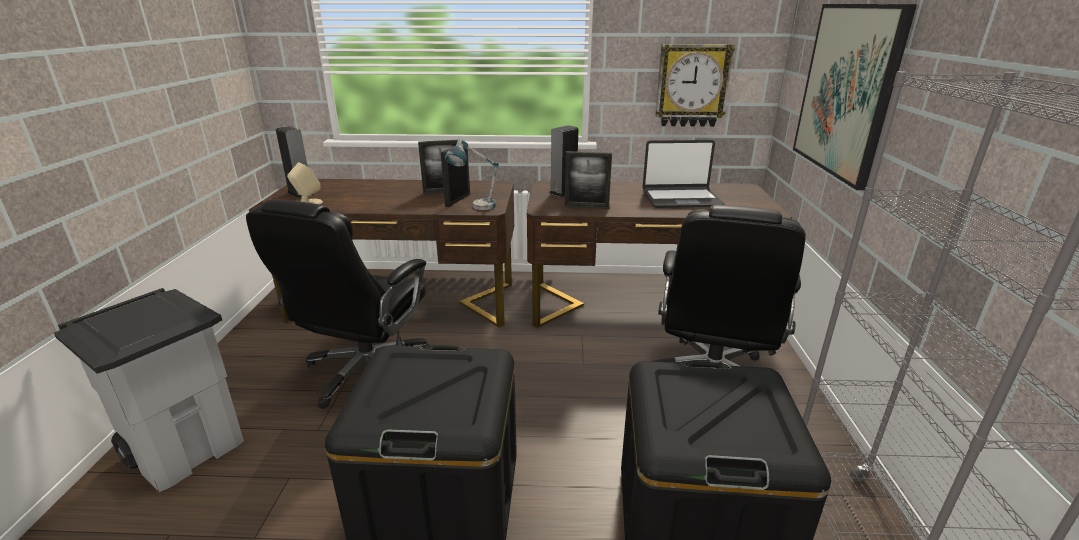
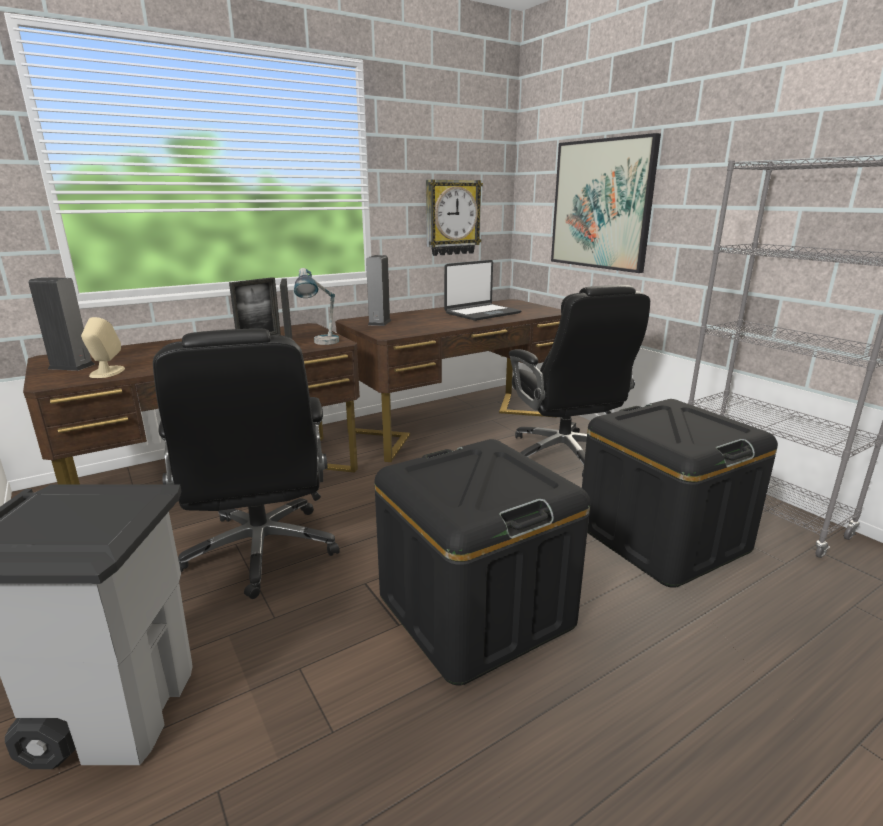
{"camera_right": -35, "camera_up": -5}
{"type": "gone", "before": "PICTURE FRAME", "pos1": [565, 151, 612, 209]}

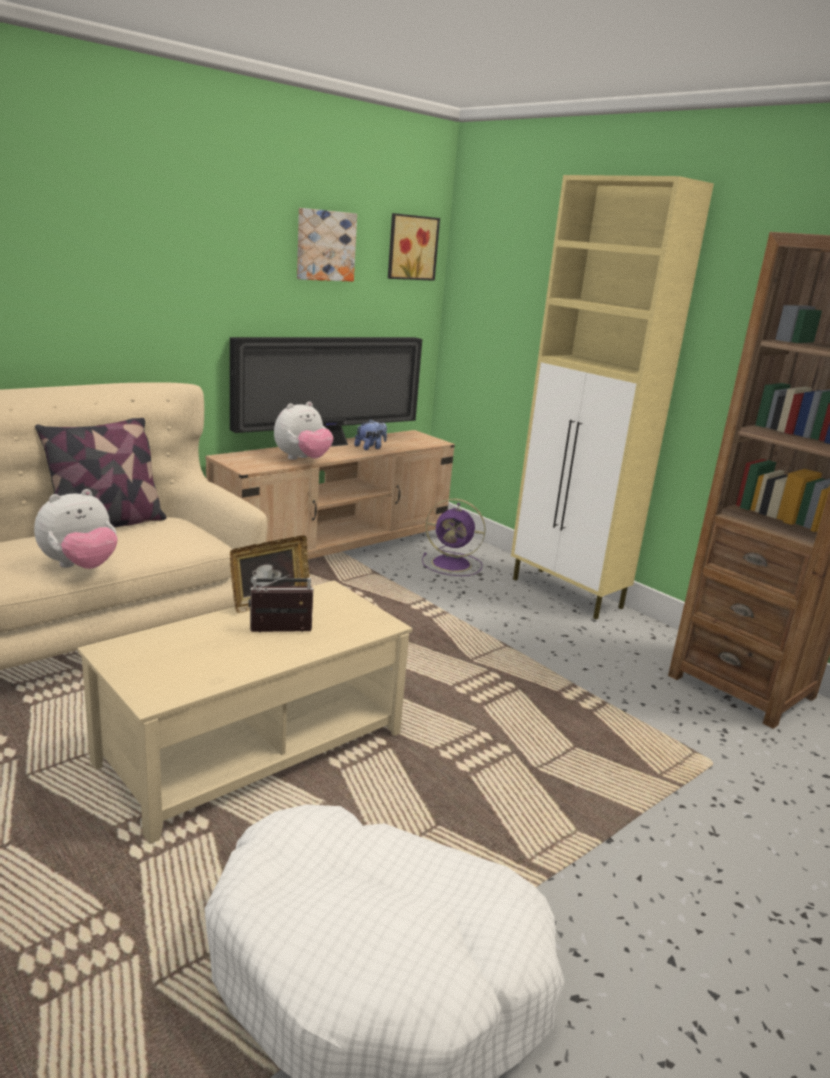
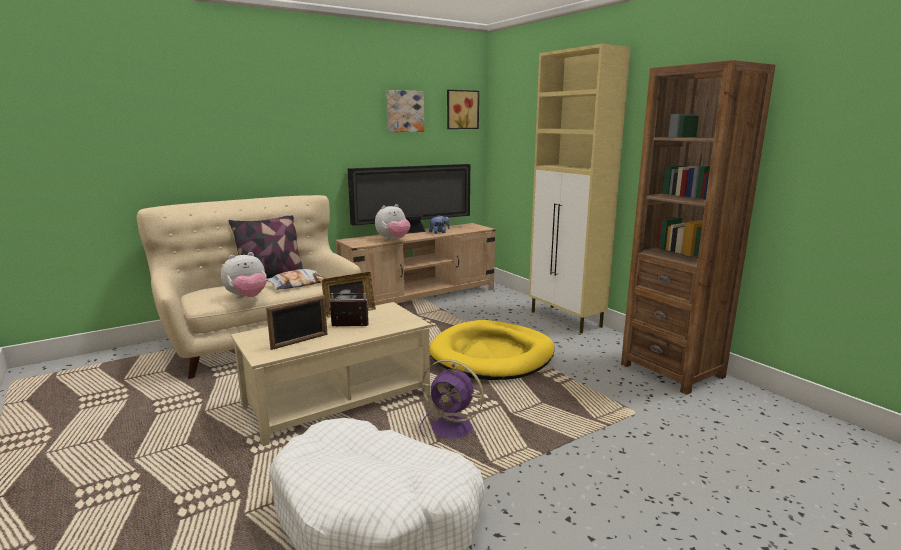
{"camera_right": 10, "camera_up": -5}
{"type": "new", "after": "PICTURE FRAME", "pos2": [266, 295, 327, 350]}
{"type": "new", "after": "PILLOW", "pos2": [267, 269, 325, 290]}
{"type": "new", "after": "YELLOW DOG BED", "pos2": [429, 320, 555, 380]}
{"type": "shifted", "before": "PURPLE FAN", "pos1": [422, 499, 486, 576], "pos2": [420, 359, 484, 439]}

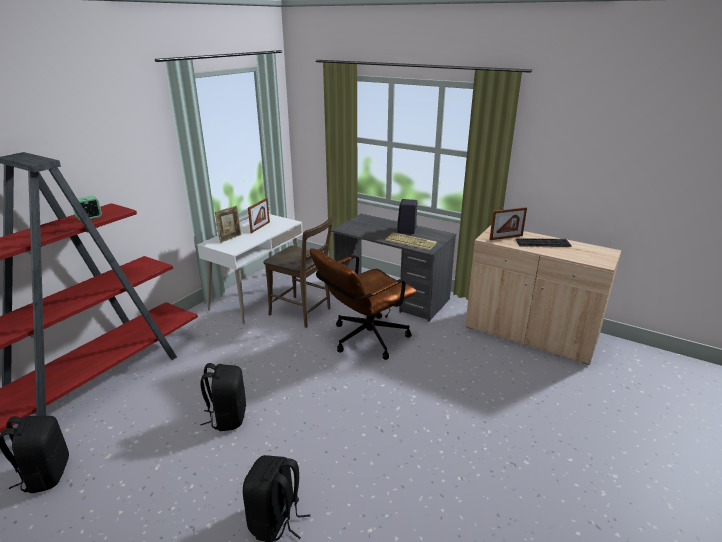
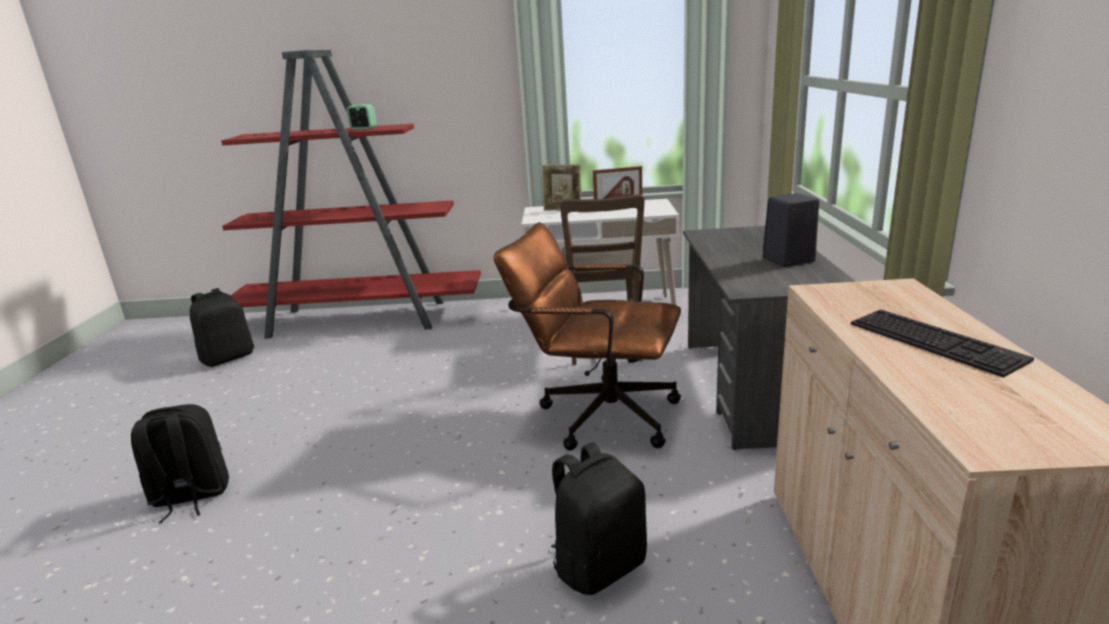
{"camera_right": 60, "camera_up": -5}
{"type": "gone", "before": "KEYBOARD", "pos1": [386, 232, 437, 250]}
{"type": "gone", "before": "PICTURE FRAME", "pos1": [489, 207, 527, 240]}
{"type": "shifted", "before": "BLACK BACKPACK", "pos1": [200, 363, 246, 431], "pos2": [551, 442, 647, 595]}

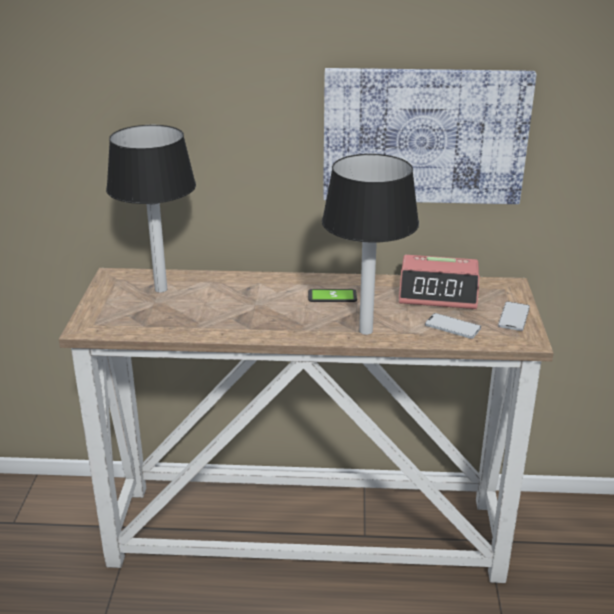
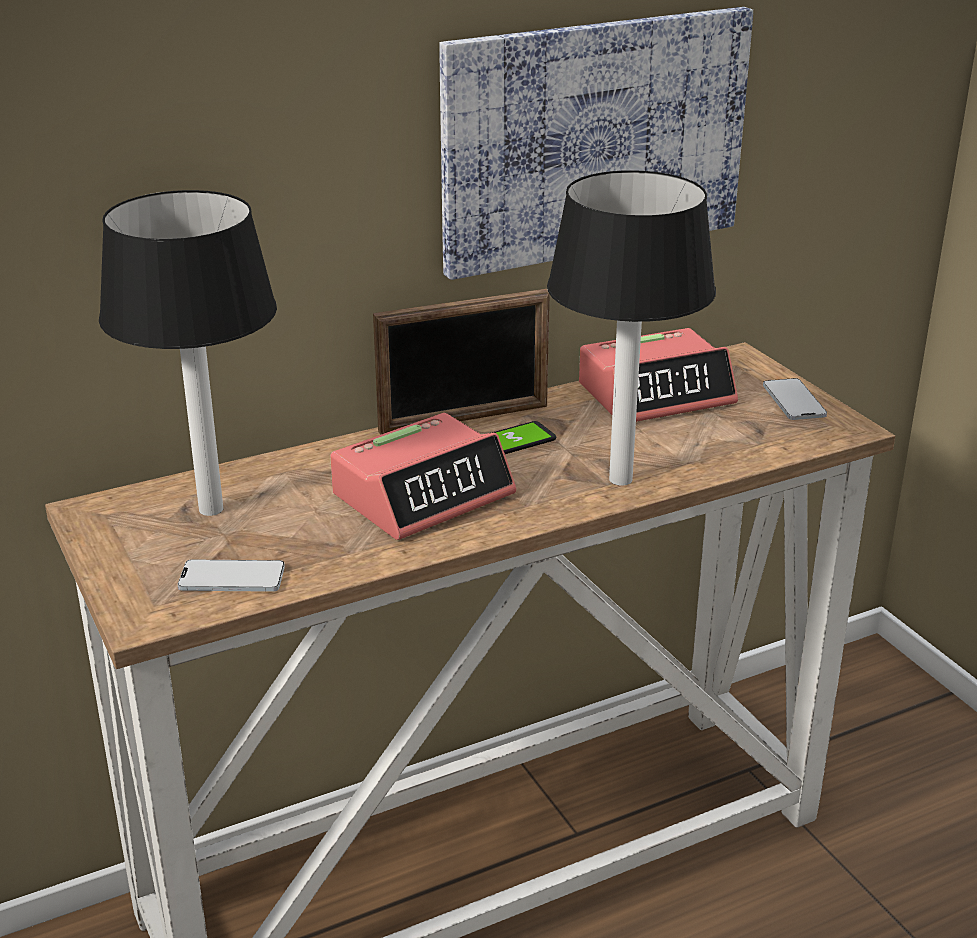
{"camera_right": -30, "camera_up": 0}
{"type": "new", "after": "ALARM CLOCK", "pos2": [330, 413, 516, 540]}
{"type": "new", "after": "PICTURE FRAME", "pos2": [373, 289, 550, 435]}
{"type": "shifted", "before": "PHONE", "pos1": [425, 313, 481, 339], "pos2": [178, 560, 285, 592]}

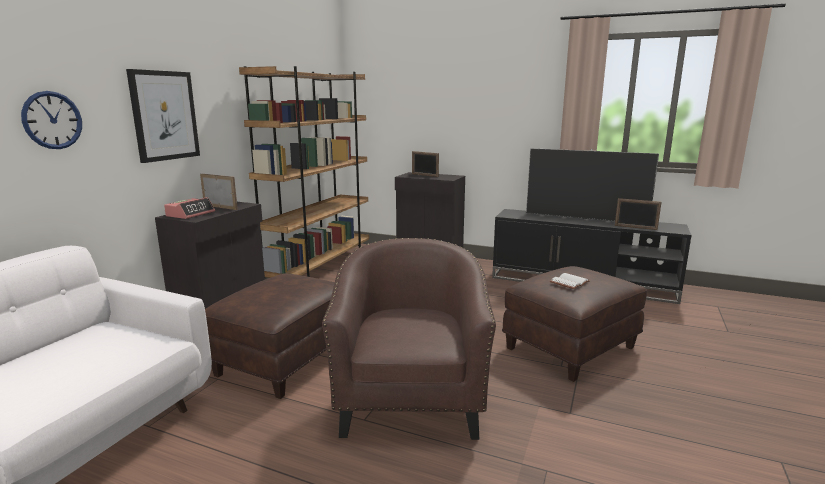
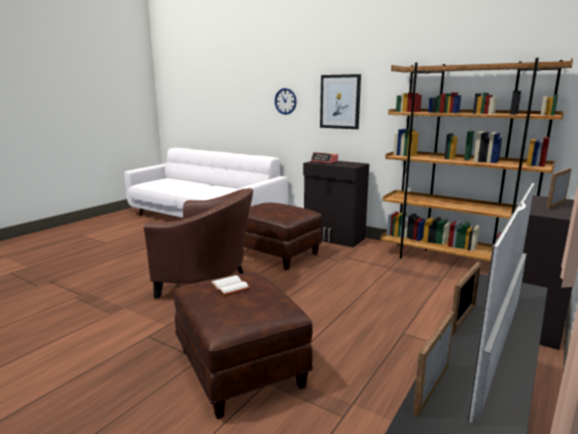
{"camera_right": 100, "camera_up": 0}
{"type": "shifted", "before": "PICTURE FRAME", "pos1": [200, 174, 238, 210], "pos2": [452, 262, 481, 335]}

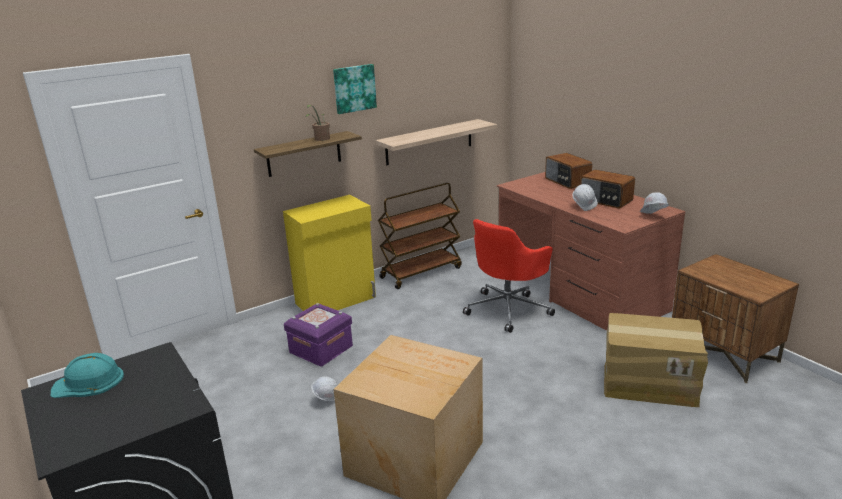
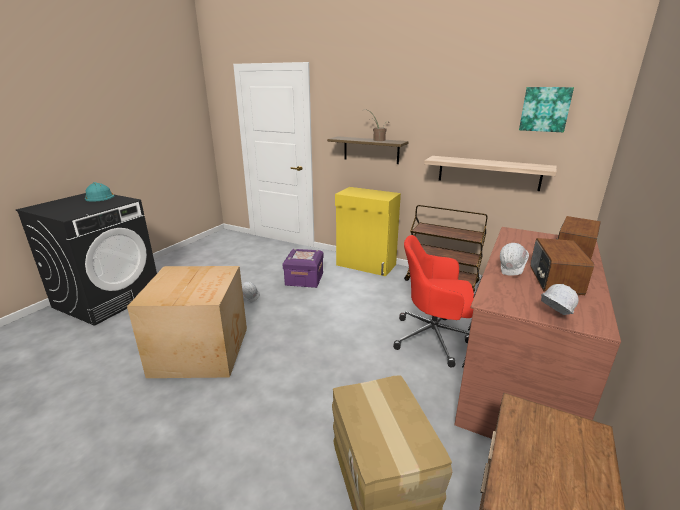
{"camera_right": 60, "camera_up": 0}
{"type": "shifted", "before": "PICTURE", "pos1": [333, 64, 377, 114], "pos2": [519, 87, 574, 132]}

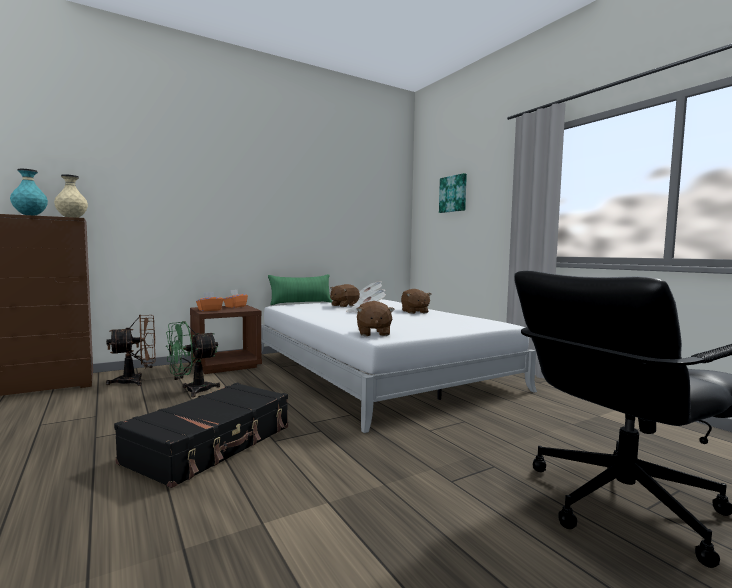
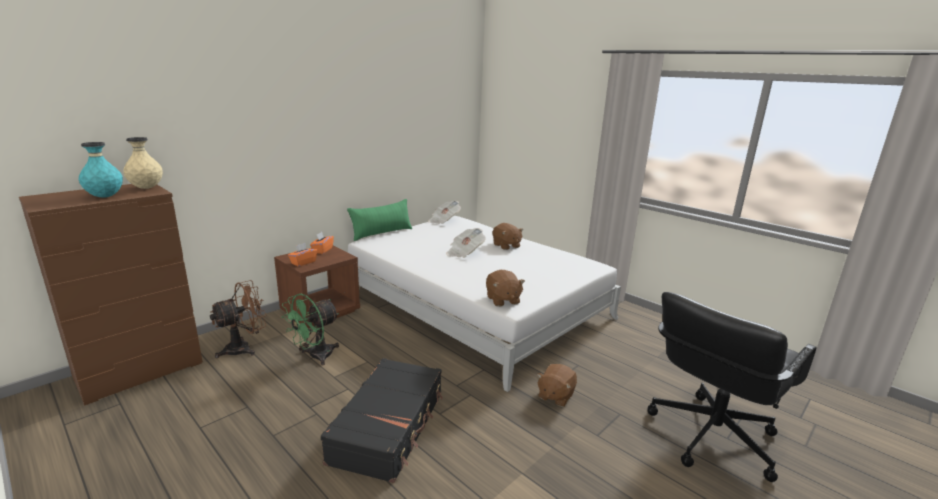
{"camera_right": -15, "camera_up": 15}
{"type": "gone", "before": "PICTURE", "pos1": [439, 173, 467, 213]}
{"type": "shifted", "before": "BROWN PLUSH TOY", "pos1": [330, 284, 360, 307], "pos2": [537, 364, 577, 407]}

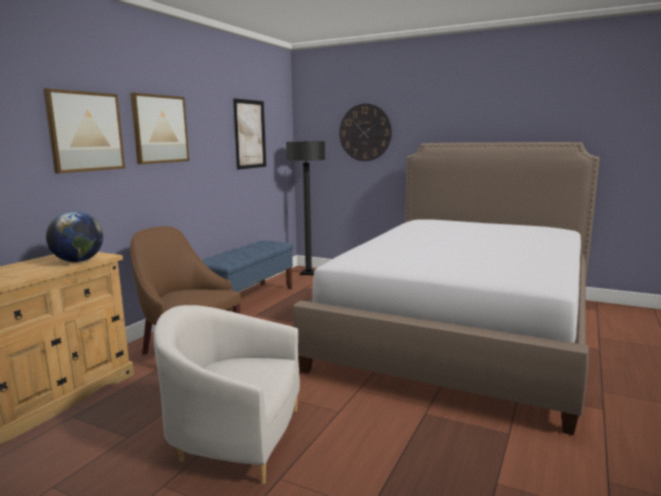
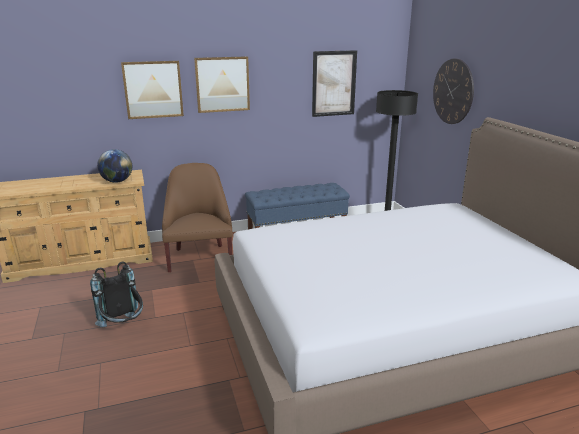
{"camera_right": 45, "camera_up": 10}
{"type": "swapped", "before": "WHITE ARMCHAIR", "after": "BLACK BACKPACK", "pos1": [153, 305, 300, 484], "pos2": [90, 262, 143, 327]}

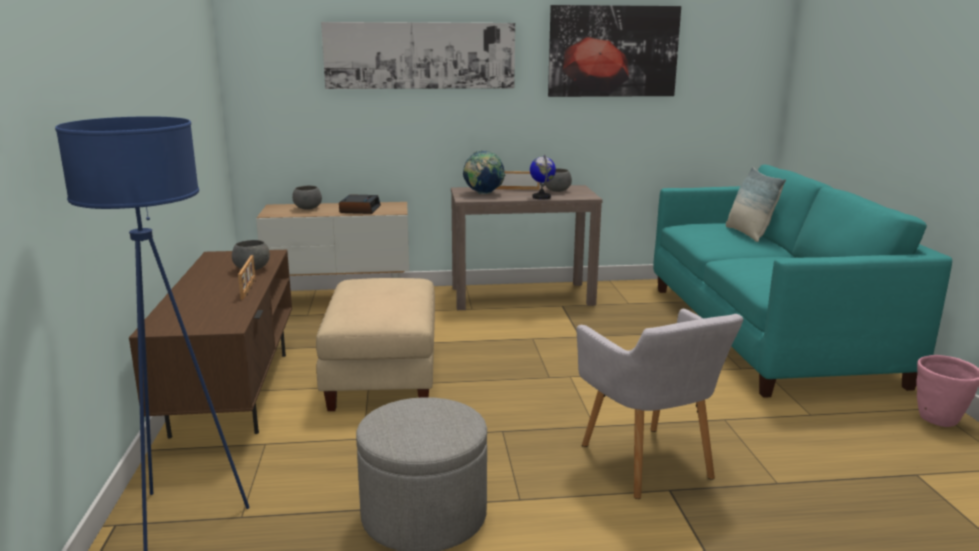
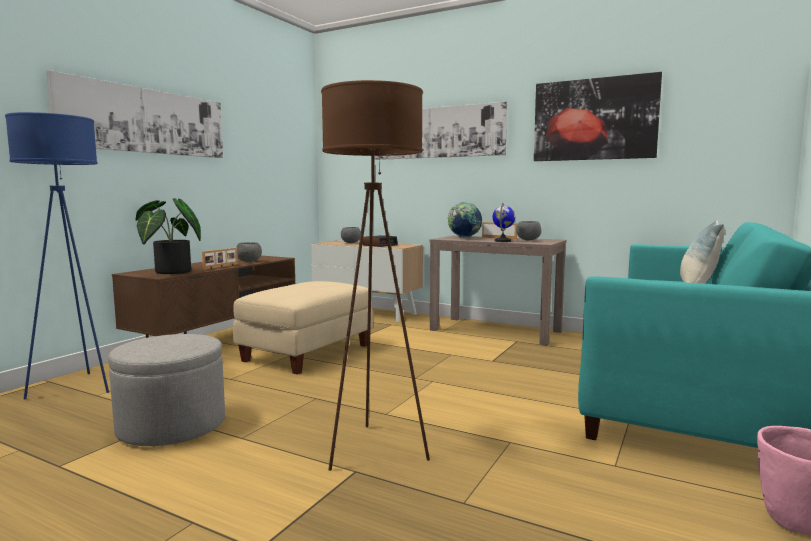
{"camera_right": 35, "camera_up": -10}
{"type": "new", "after": "PICTURE", "pos2": [46, 70, 223, 158]}
{"type": "new", "after": "POTTED PLANT", "pos2": [135, 198, 201, 274]}
{"type": "swapped", "before": "GREY ARMCHAIR", "after": "BROWN FLOOR LAMP", "pos1": [577, 309, 743, 499], "pos2": [321, 80, 430, 471]}

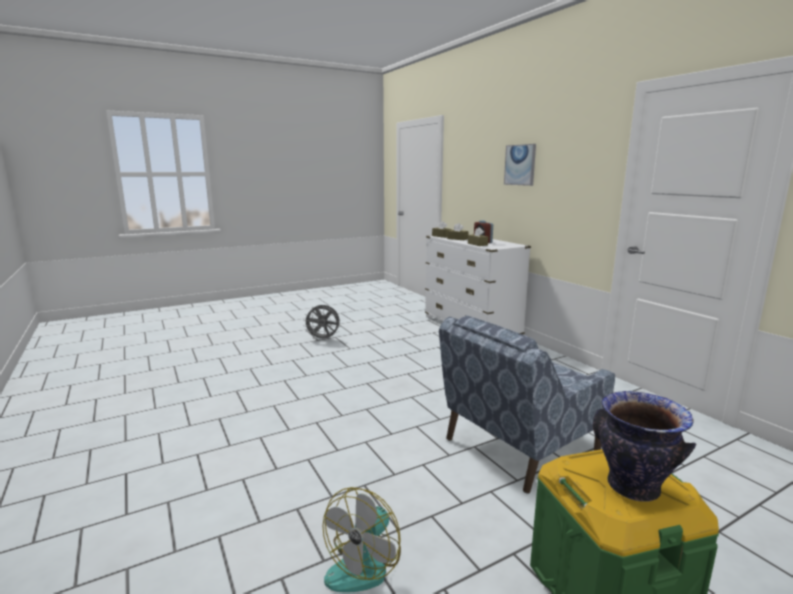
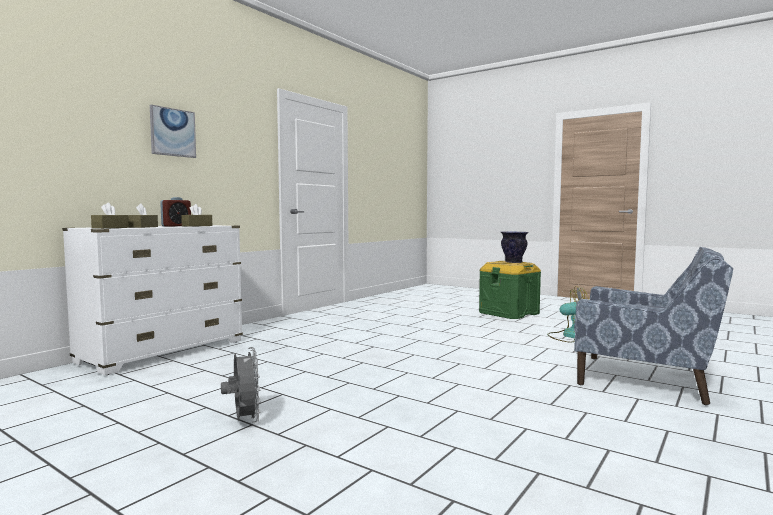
{"camera_right": -115, "camera_up": -10}
{"type": "shifted", "before": "BLUE ARMCHAIR", "pos1": [439, 315, 615, 493], "pos2": [574, 247, 733, 406]}

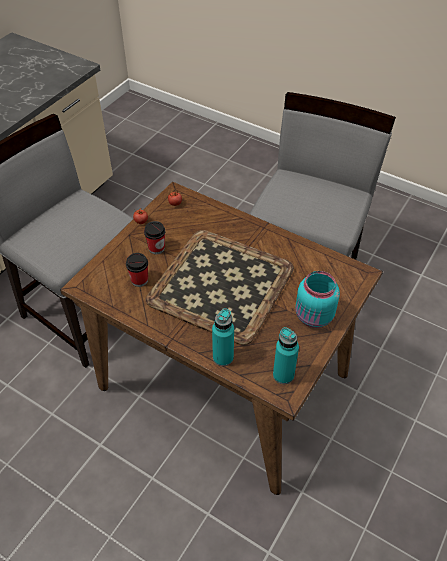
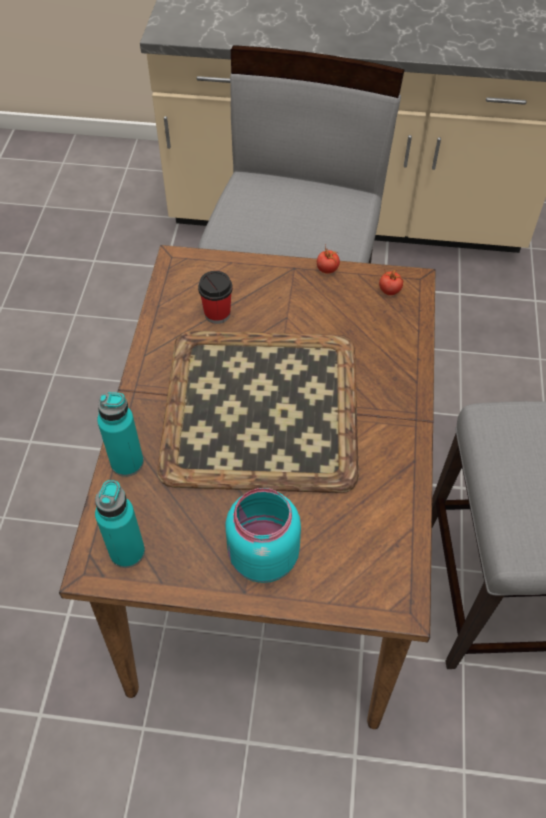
{"camera_right": 65, "camera_up": 5}
{"type": "gone", "before": "CUP", "pos1": [144, 221, 166, 254]}

